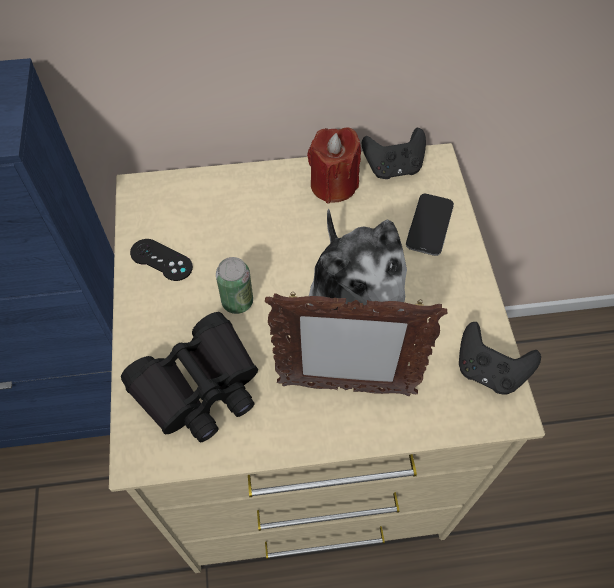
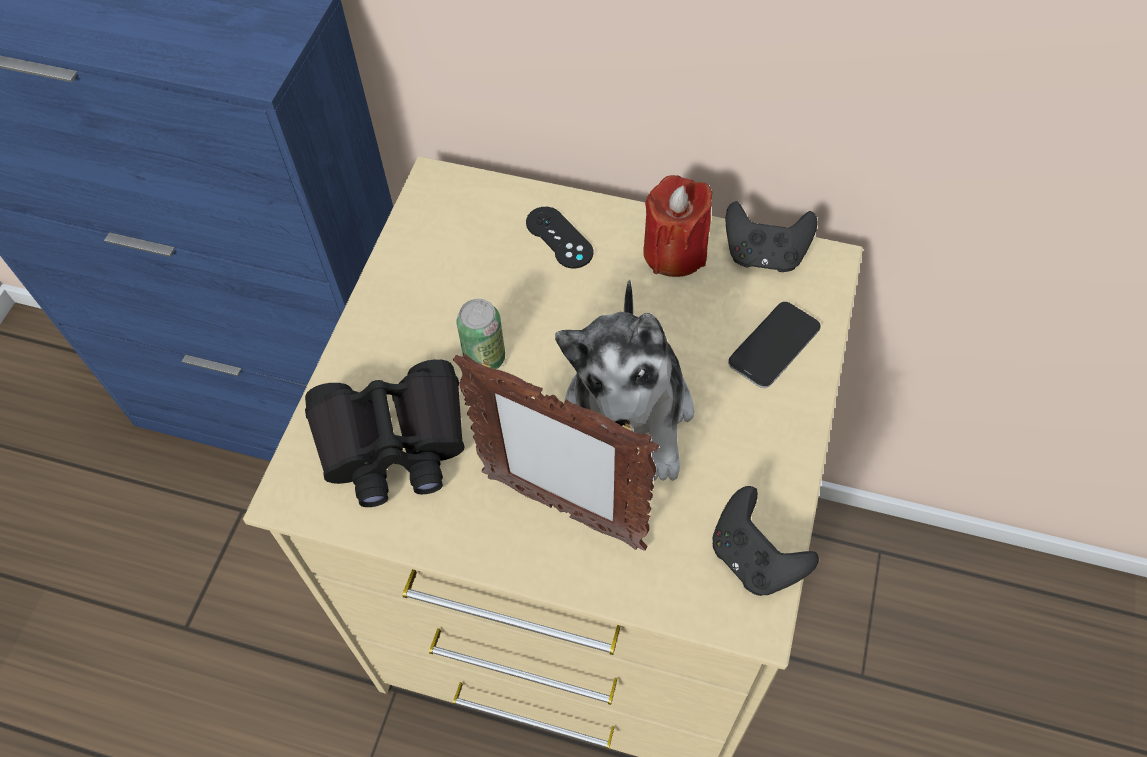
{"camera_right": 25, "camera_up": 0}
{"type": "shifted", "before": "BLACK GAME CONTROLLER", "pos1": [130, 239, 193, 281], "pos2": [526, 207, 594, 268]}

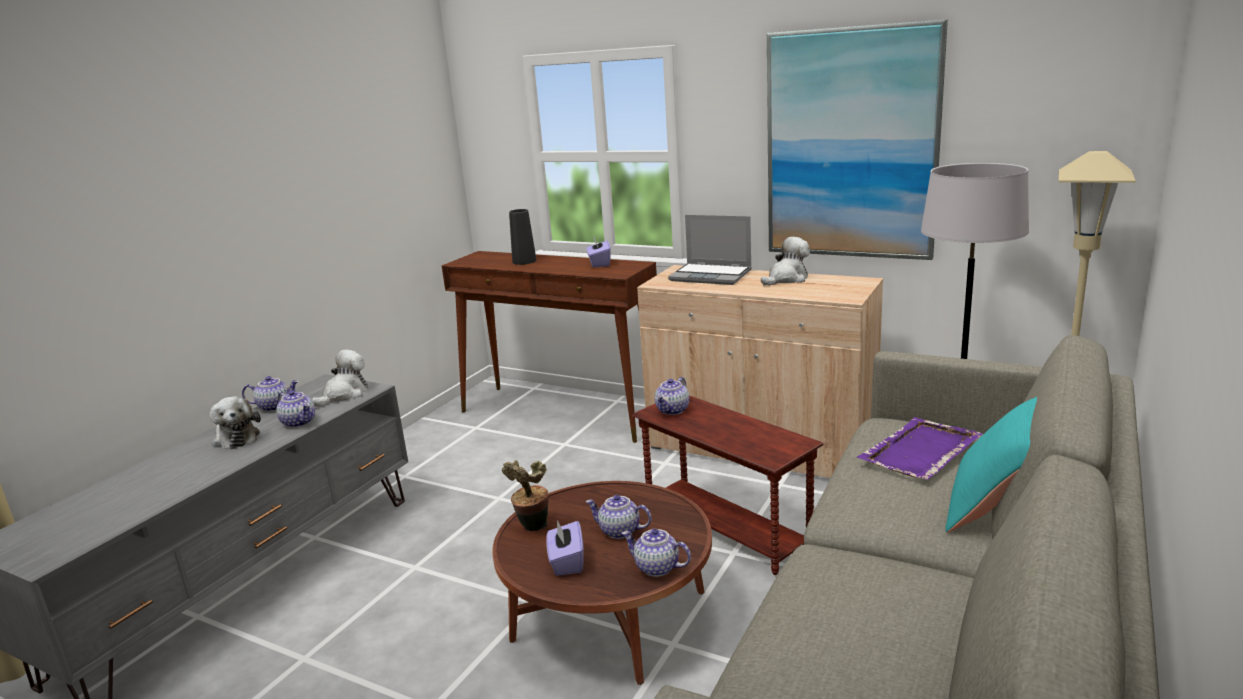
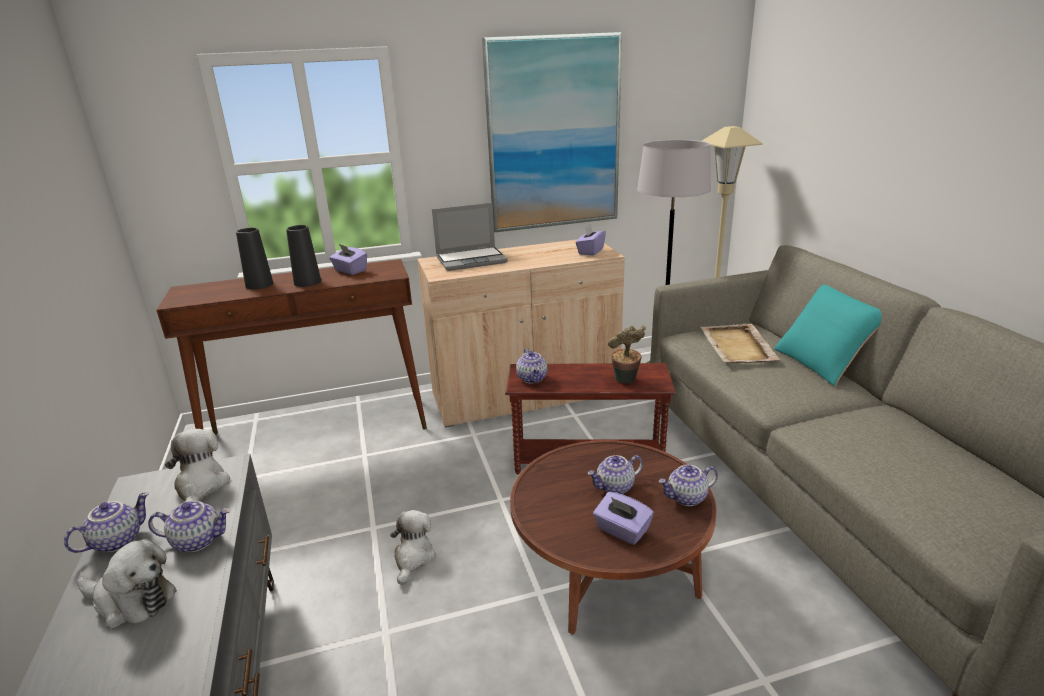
{"camera_right": -45, "camera_up": 5}
{"type": "new", "after": "BLACK VASE", "pos2": [286, 225, 321, 287]}
{"type": "new", "after": "PURPLE TISSUE BOX", "pos2": [576, 224, 606, 256]}
{"type": "shifted", "before": "POTTED PLANT", "pos1": [502, 460, 548, 531], "pos2": [608, 325, 646, 383]}
{"type": "shifted", "before": "PLUSH TOY", "pos1": [761, 237, 810, 285], "pos2": [390, 510, 436, 585]}
{"type": "repainted", "before": "PURPLE TRAY", "after": "BEIGE TRAY", "pos1": [857, 417, 983, 480], "pos2": [700, 324, 780, 363]}

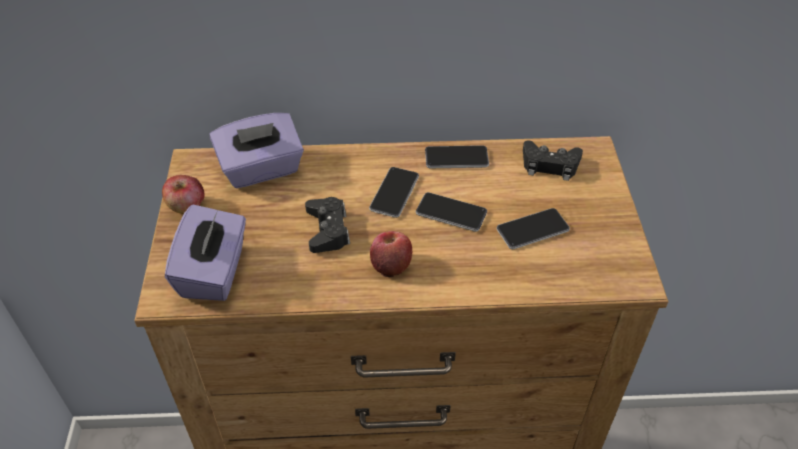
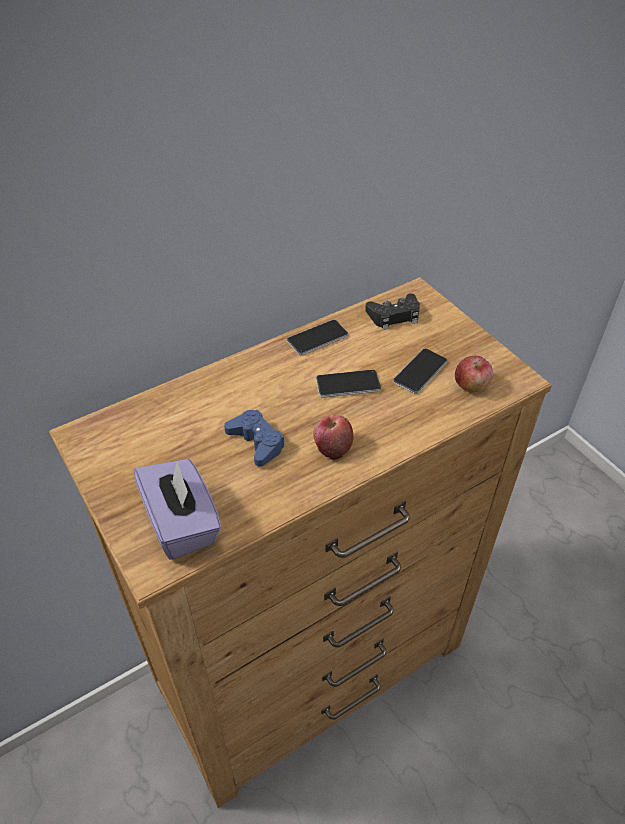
{"camera_right": -30, "camera_up": 0}
{"type": "gone", "before": "PURPLE TISSUE BOX", "pos1": [210, 113, 304, 188]}
{"type": "gone", "before": "PHONE", "pos1": [369, 167, 419, 218]}
{"type": "shifted", "before": "APPLE", "pos1": [162, 175, 204, 214], "pos2": [455, 356, 493, 392]}
{"type": "repainted", "before": "BLACK GAME CONTROLLER", "after": "BLUE GAME CONTROLLER", "pos1": [305, 197, 350, 253], "pos2": [224, 410, 285, 467]}

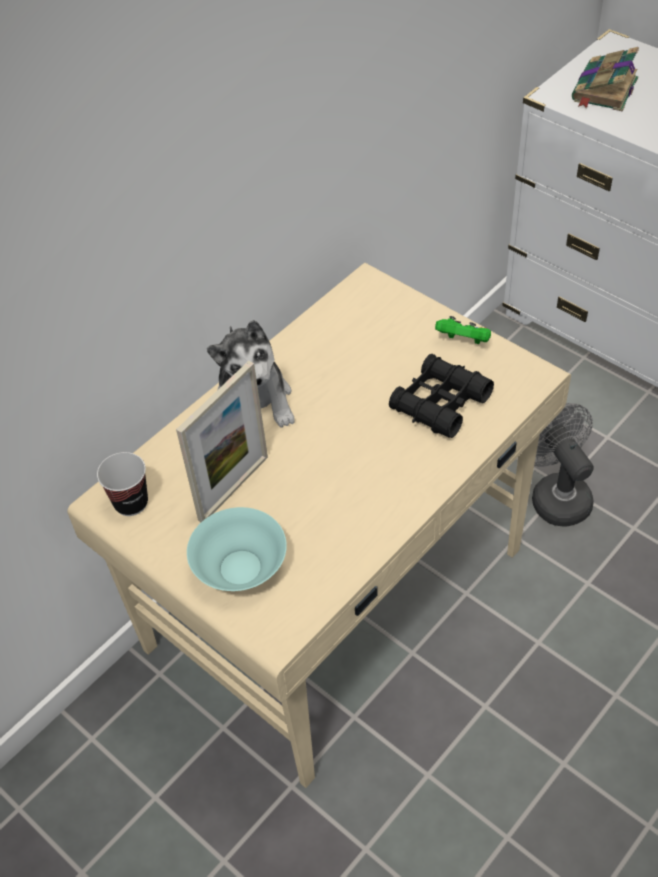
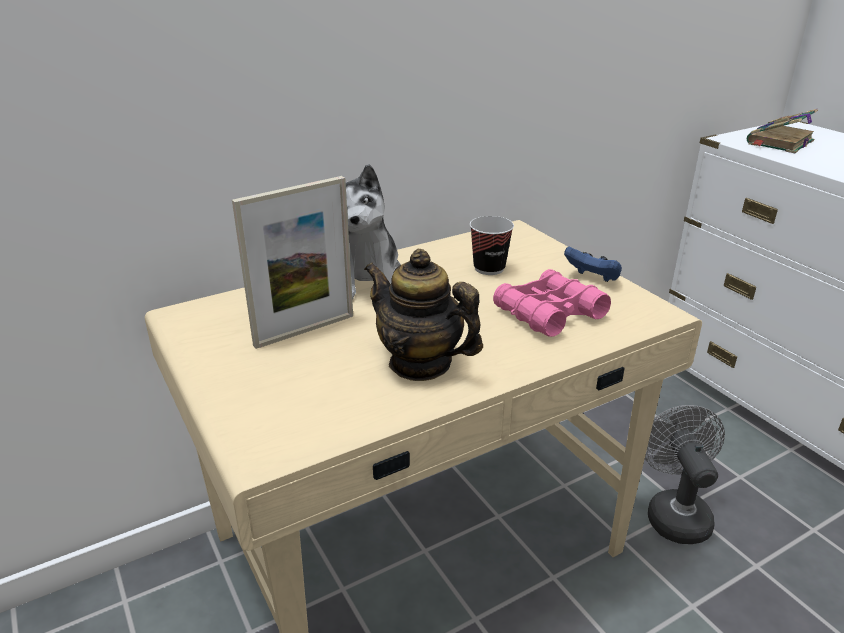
{"camera_right": 15, "camera_up": -20}
{"type": "gone", "before": "TURQUOISE BOWL", "pos1": [187, 507, 287, 591]}
{"type": "new", "after": "TEAPOT", "pos2": [364, 249, 483, 381]}
{"type": "shifted", "before": "CUP", "pos1": [97, 452, 148, 516], "pos2": [470, 216, 514, 275]}
{"type": "repainted", "before": "BLACK BINOCULARS", "after": "PINK BINOCULARS", "pos1": [389, 354, 494, 438], "pos2": [493, 269, 611, 337]}
{"type": "repainted", "before": "GREEN GAME CONTROLLER", "after": "BLUE GAME CONTROLLER", "pos1": [435, 316, 491, 344], "pos2": [564, 247, 622, 282]}

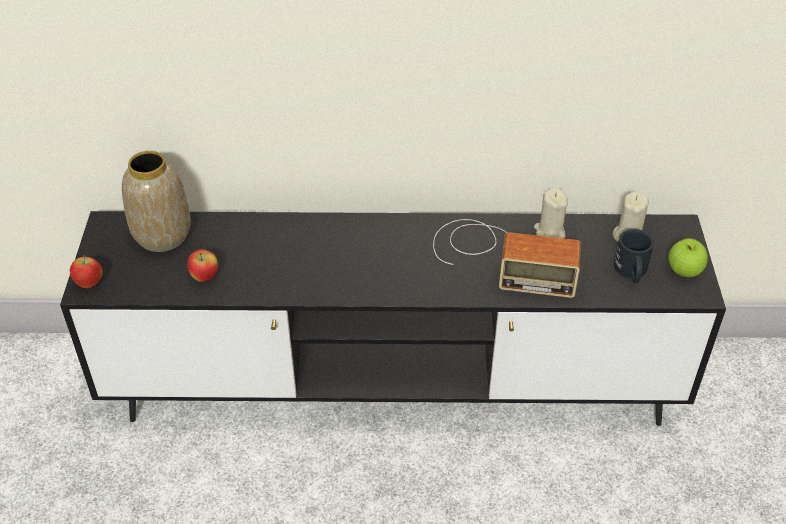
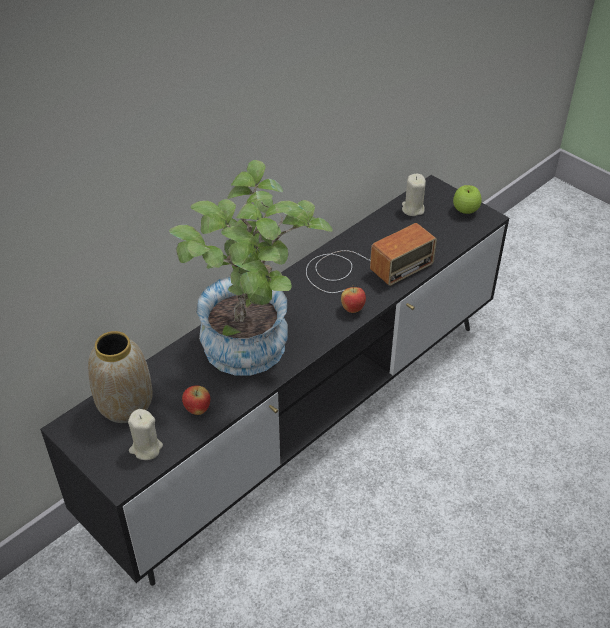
{"camera_right": -45, "camera_up": 0}
{"type": "gone", "before": "BLACK MUG", "pos1": [614, 229, 654, 283]}
{"type": "new", "after": "POTTED PLANT", "pos2": [169, 160, 333, 375]}
{"type": "shifted", "before": "APPLE", "pos1": [70, 255, 103, 288], "pos2": [341, 285, 366, 313]}
{"type": "shifted", "before": "BEIGE CANDLE", "pos1": [534, 188, 568, 238], "pos2": [128, 409, 163, 460]}

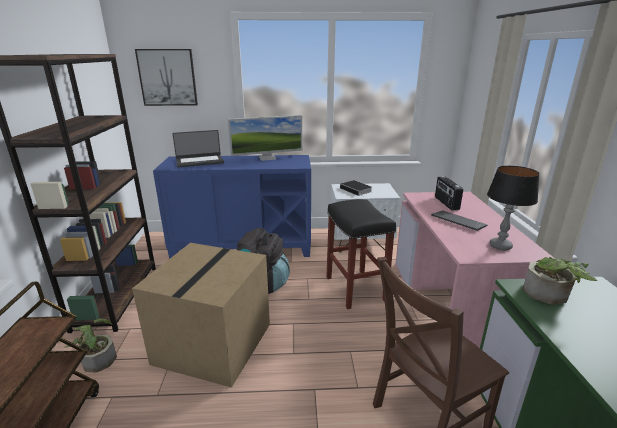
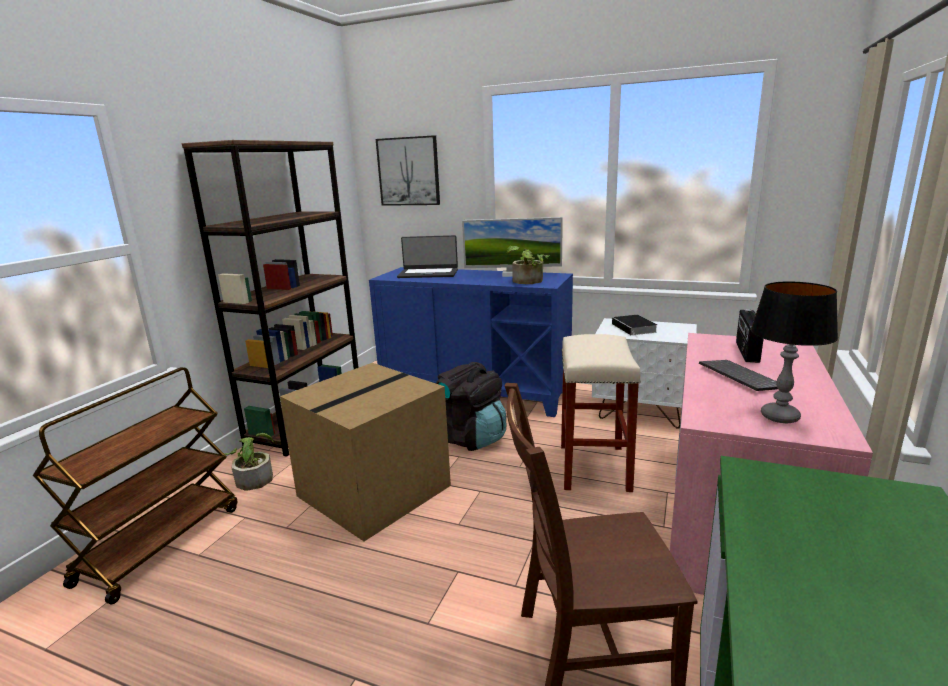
{"camera_right": 25, "camera_up": -5}
{"type": "shifted", "before": "POTTED PLANT", "pos1": [523, 257, 597, 305], "pos2": [507, 246, 550, 284]}
{"type": "repainted", "before": "BLACK STOOL", "after": "BEIGE STOOL", "pos1": [326, 199, 396, 309], "pos2": [561, 334, 641, 492]}

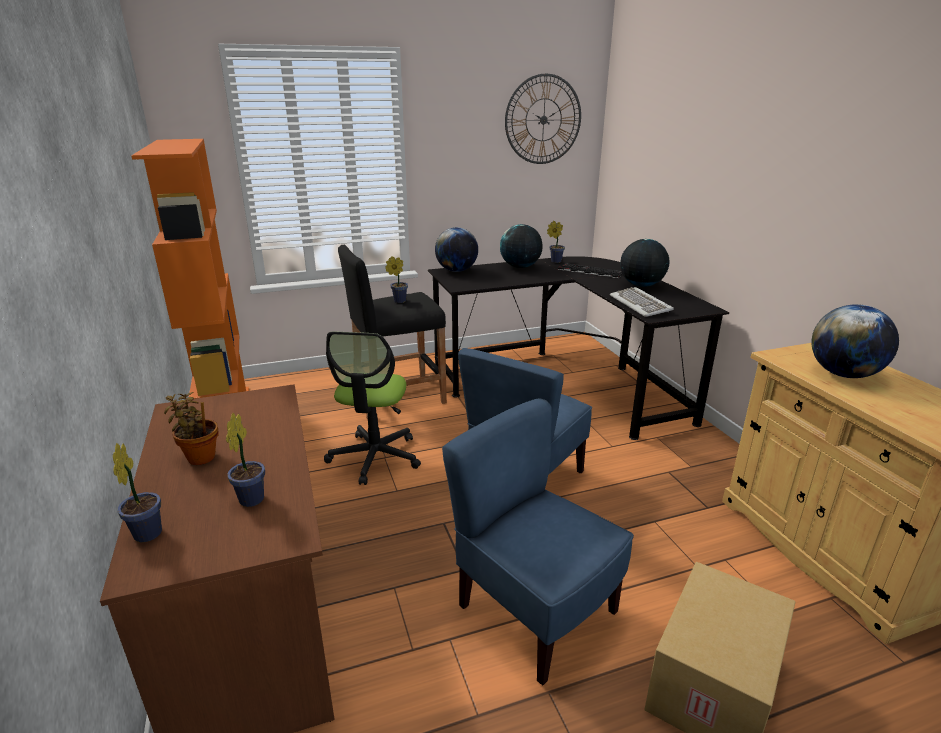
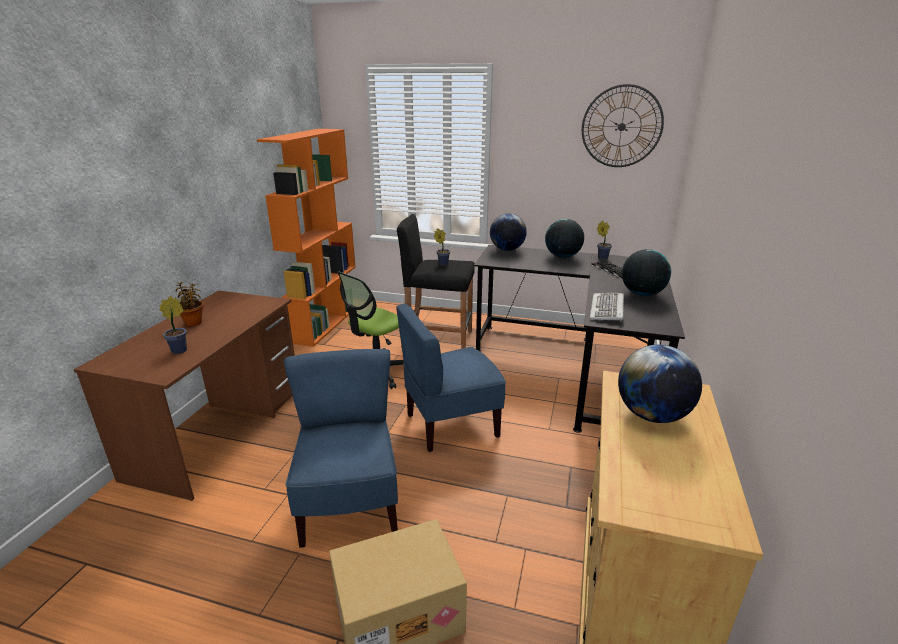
{"camera_right": 35, "camera_up": 0}
{"type": "gone", "before": "POTTED PLANT", "pos1": [113, 443, 162, 542]}

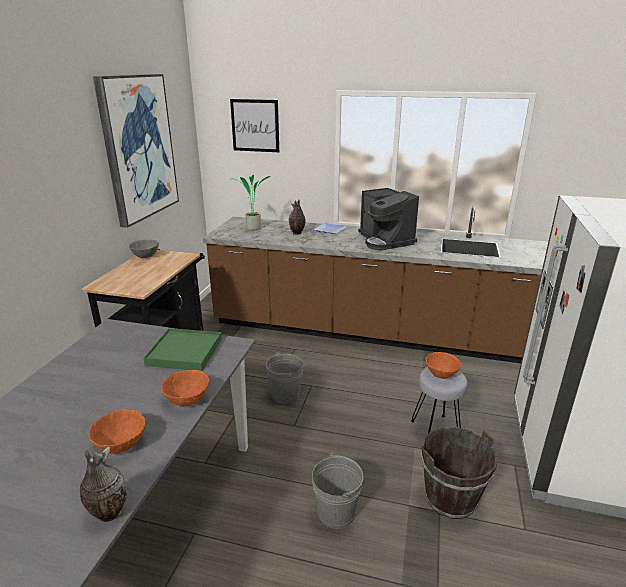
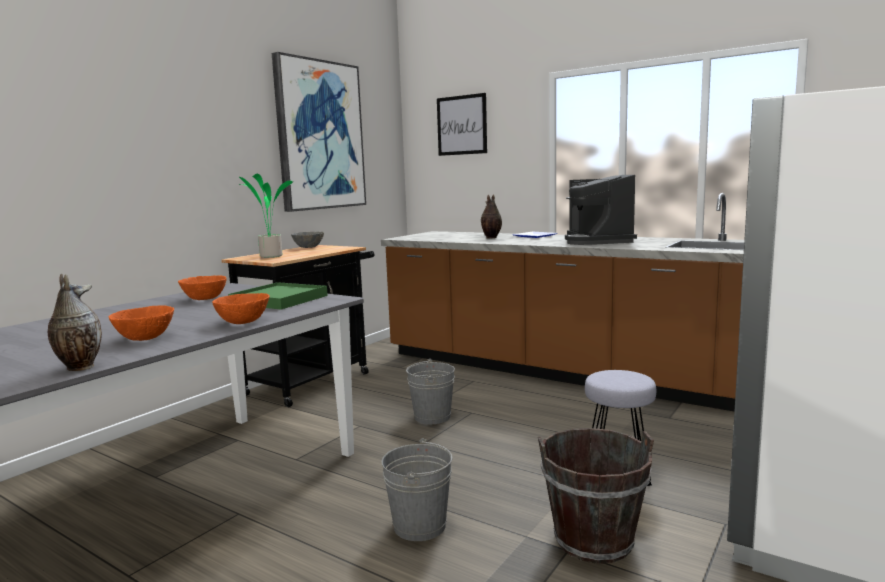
{"camera_right": 20, "camera_up": -15}
{"type": "shifted", "before": "POTTED PLANT", "pos1": [232, 175, 270, 230], "pos2": [239, 174, 293, 258]}
{"type": "shifted", "before": "ORANGE BOWL", "pos1": [426, 352, 461, 379], "pos2": [178, 275, 227, 300]}

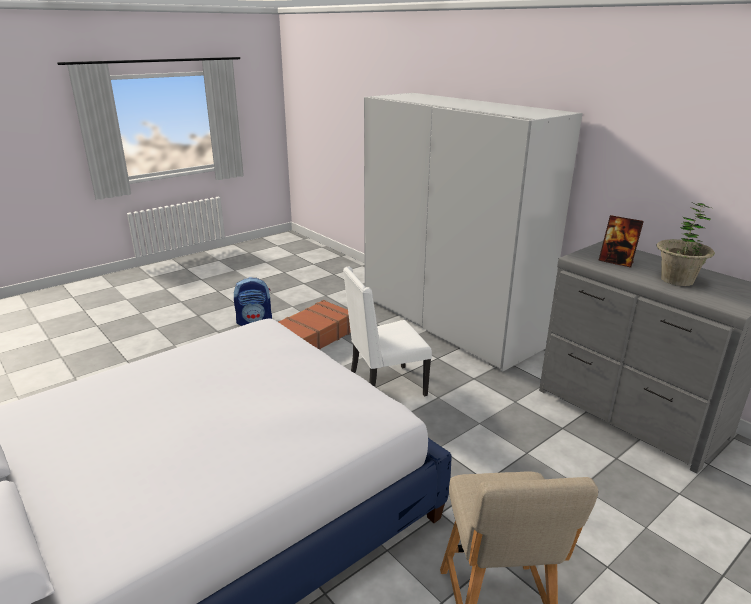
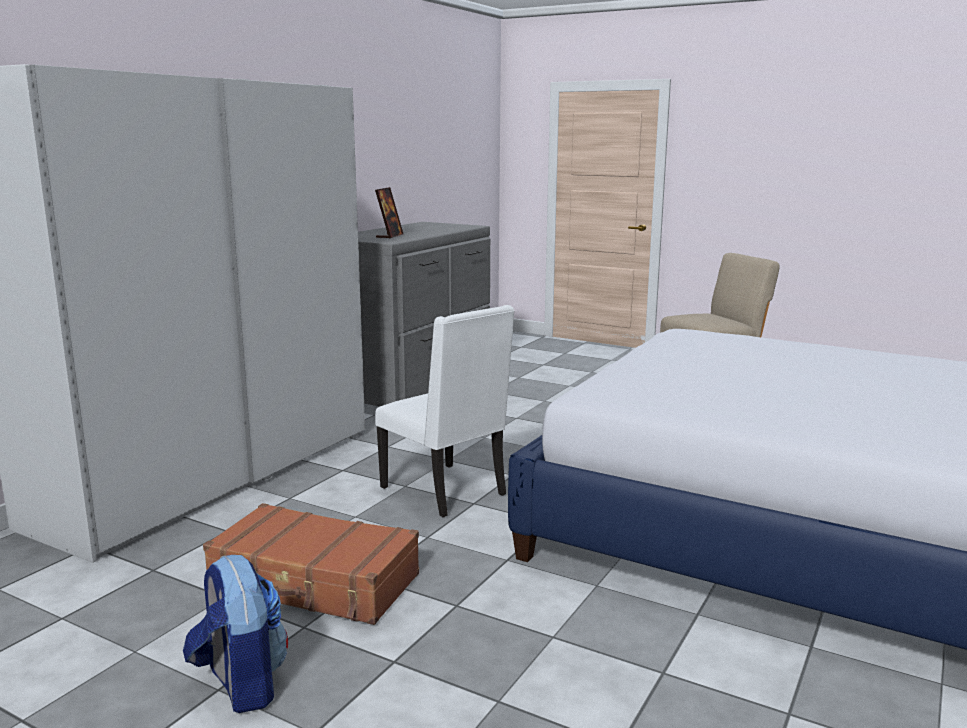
{"camera_right": -110, "camera_up": -10}
{"type": "gone", "before": "POTTED PLANT", "pos1": [657, 203, 715, 286]}

